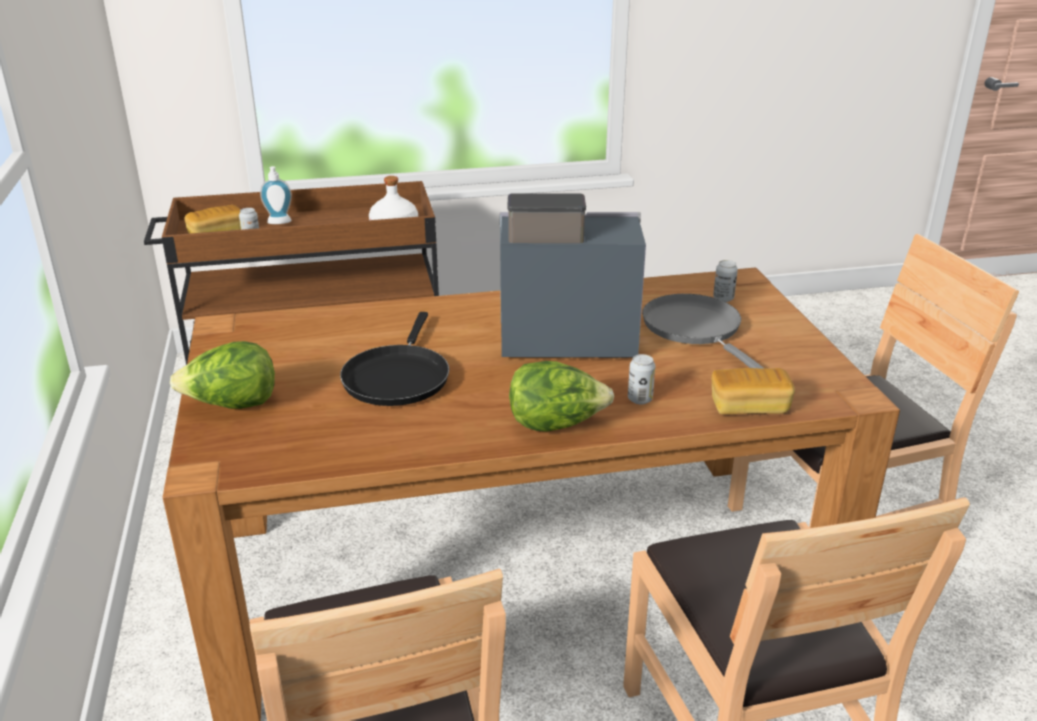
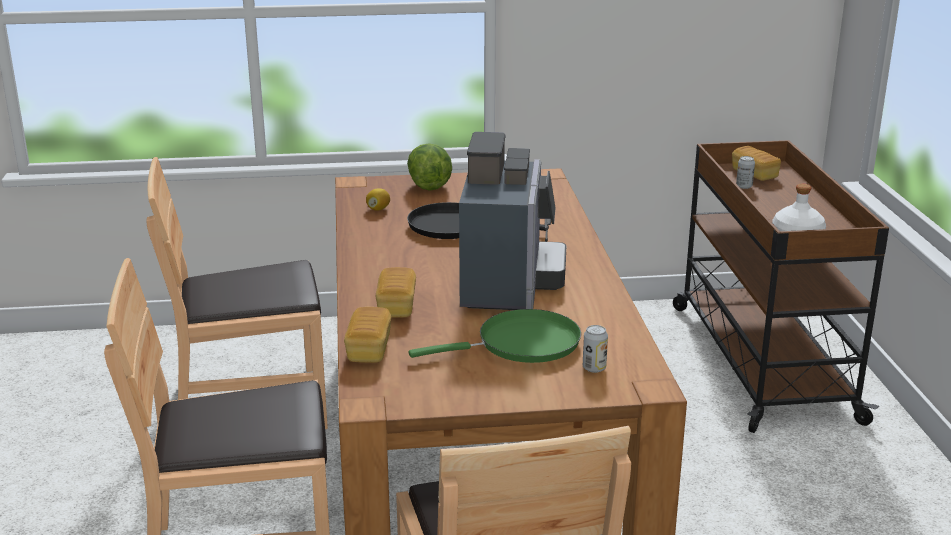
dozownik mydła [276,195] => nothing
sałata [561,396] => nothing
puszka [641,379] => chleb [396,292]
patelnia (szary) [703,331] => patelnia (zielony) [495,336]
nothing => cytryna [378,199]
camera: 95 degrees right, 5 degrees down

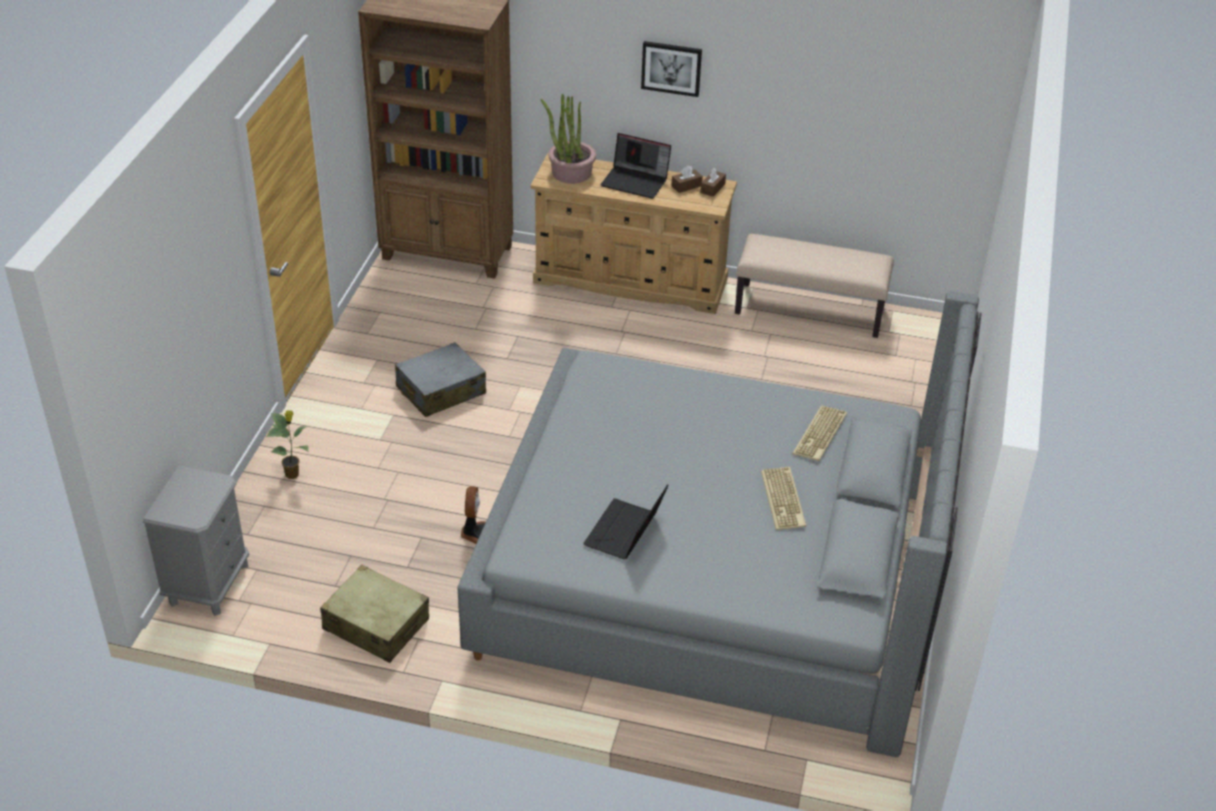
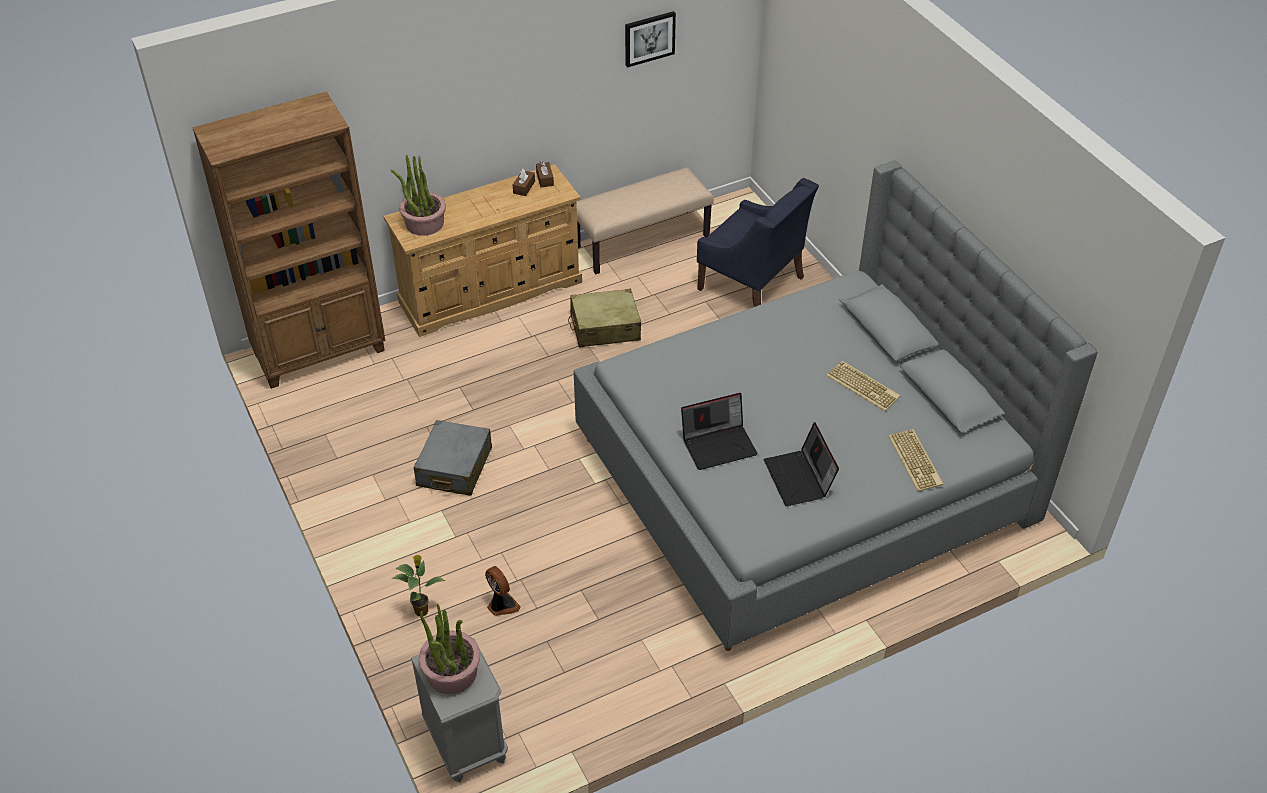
walizka (beżowy) [374,614] => walizka (beżowy) [604,318], relocated
wentylator [473,515] => wentylator [503,591], relocated
laptop [636,166] => laptop [719,431], relocated
obraz [671,69] => obraz [650,39], relocated
klawiatura [819,433] => klawiatura [915,460], relocated
nothing => roślina doniczkowa [449,649]
nothing => fotel (niebieski) [758,242]
camera: 40 degrees left, 5 degrees up

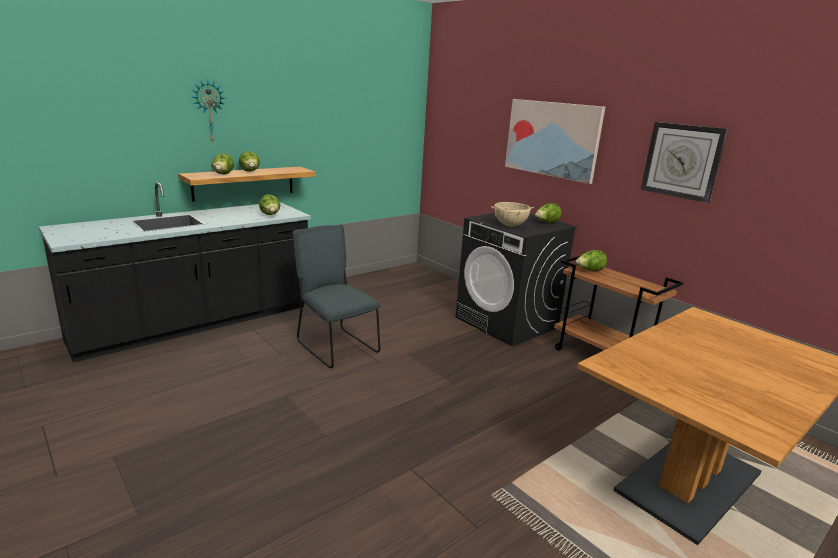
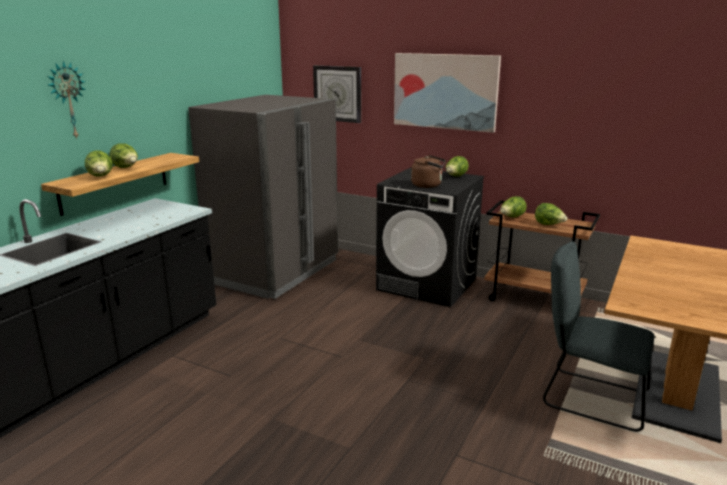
sałata [269,204] => sałata [551,214], relocated
krzesło (szary) [337,296] => krzesło (szary) [598,336], relocated
garnek (beżowy) [512,214] => czajnik (brązowy) [428,171]
zegar ścienny [684,162] => zegar ścienny [337,94], relocated
nothing => lodówka (szary) [263,197]
camera: 20 degrees left, 0 degrees up

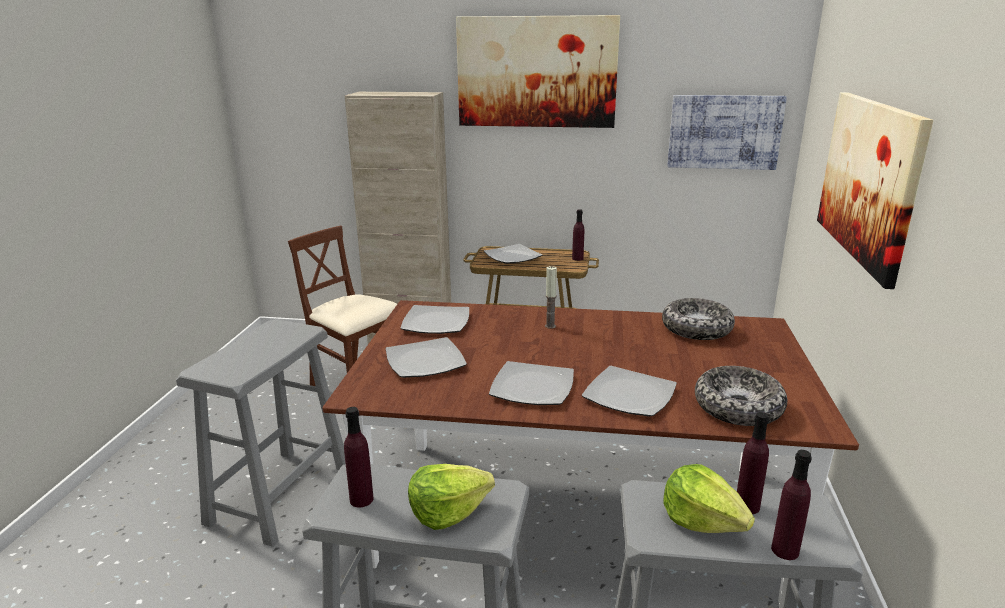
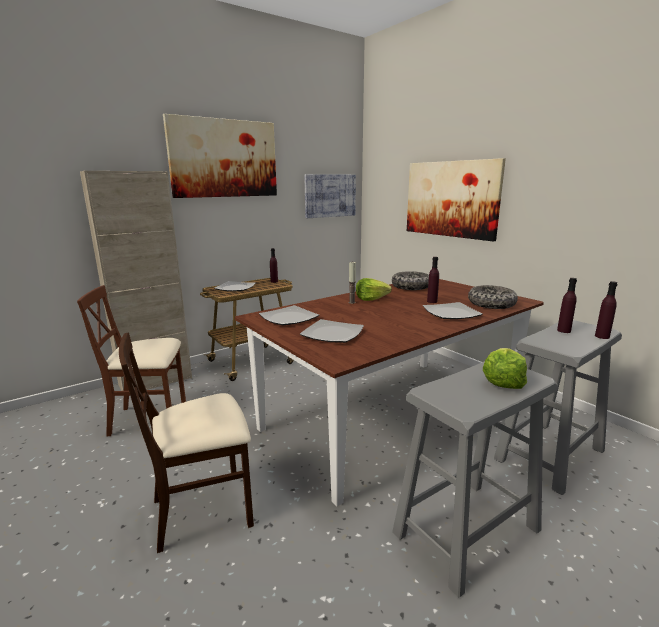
stołek (szary) [261,433] => krzesło (beżowy) [186,443]
butelka (fioletowy) [359,457] => butelka (fioletowy) [433,280], relocated
talerz [531,383] => nothing
sałata [709,498] => sałata [374,289], relocated
camera: 45 degrees left, 5 degrees down

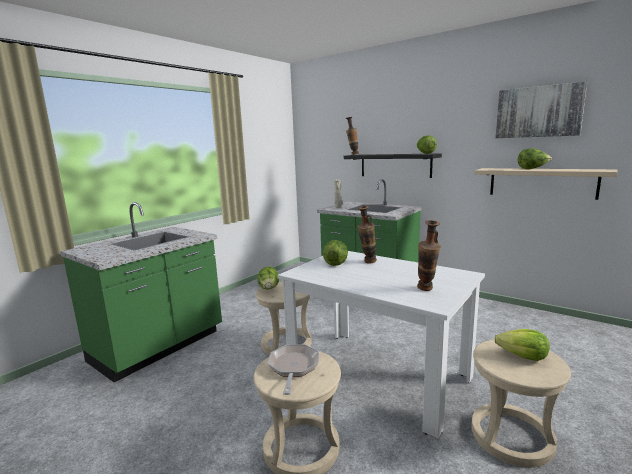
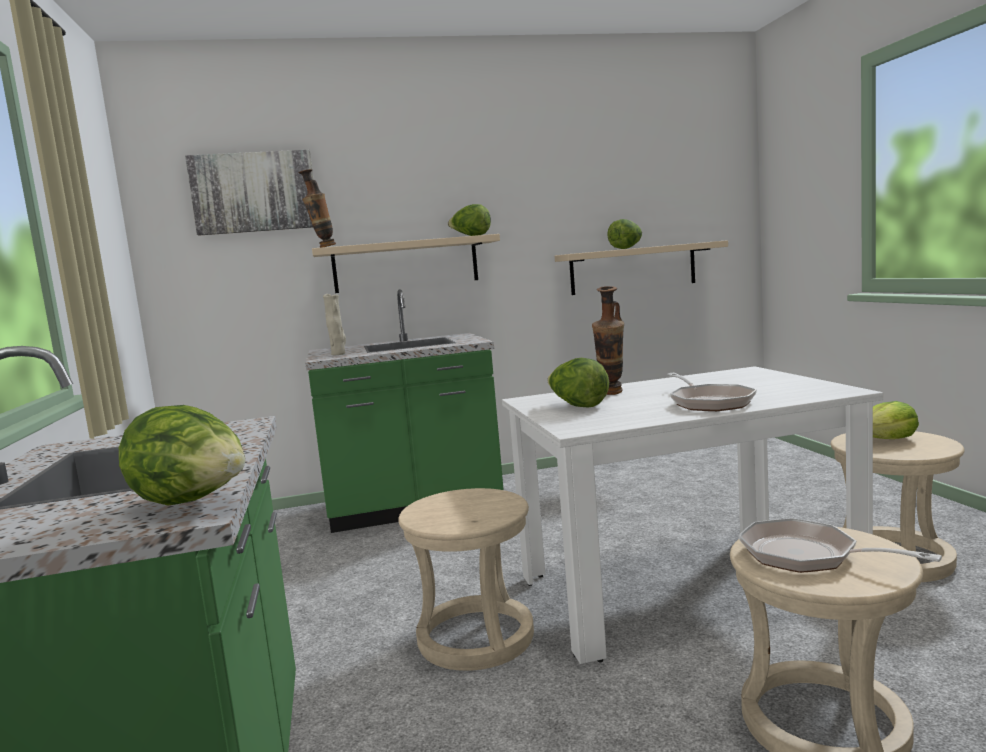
sałata [268,278] => sałata [182,455], relocated
półka (czarny) [393,165] => półka (beżowy) [406,263]
wazon [429,255] => nothing
obraz [541,109] => obraz [249,193], relocated
nothing => patelnia [712,392]
camera: 50 degrees left, 5 degrees down

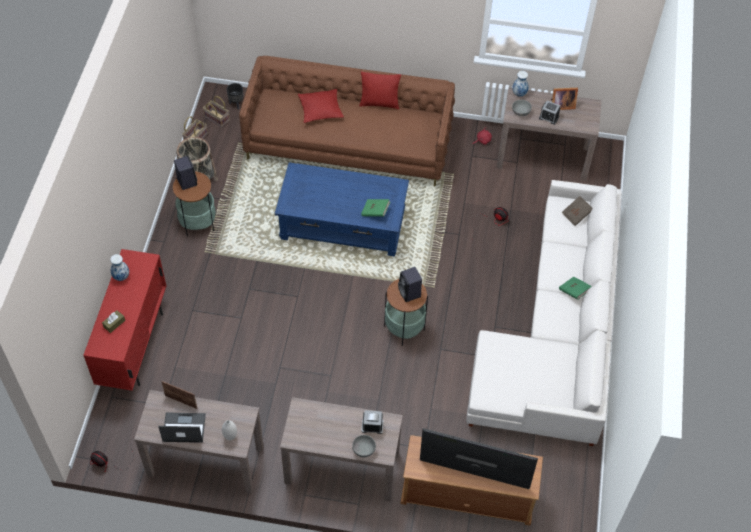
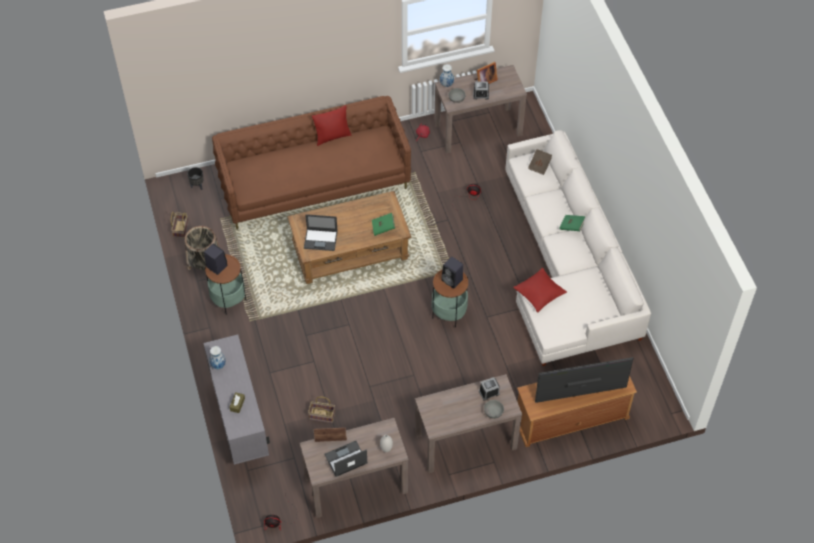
szafka (czerwony) [124,320] => szafka (szary) [236,400]
koszyk [216,111] => koszyk [321,409], relocated
ława (niebieski) [342,209] => ława (brązowy) [349,237]
poduszka (czerwony) [321,106] => poduszka (czerwony) [540,290], relocated
nothing => laptop [321,232]
camera: 25 degrees left, 0 degrees up

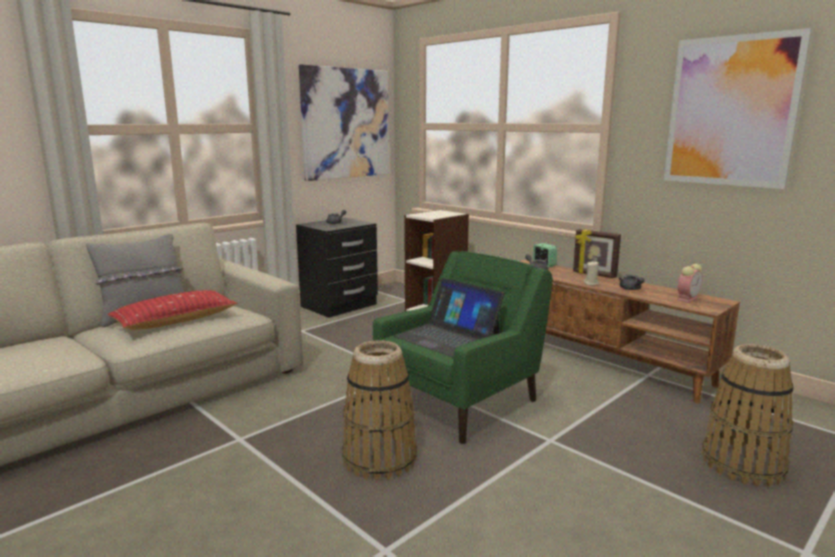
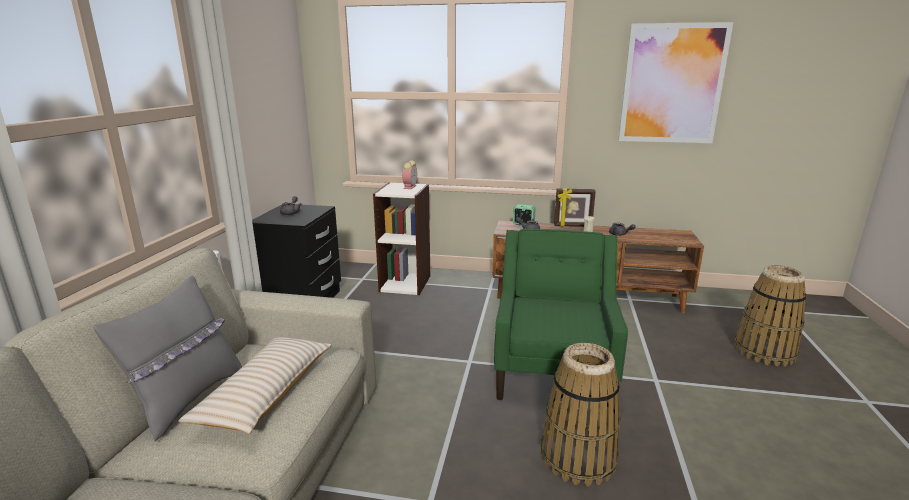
poduszka (czerwony) [172,310] => poduszka (beżowy) [255,385]
obraz [344,122] => nothing
laptop [449,318] => nothing
budzik [690,283] => budzik [409,174], relocated
camera: 35 degrees left, 5 degrees up

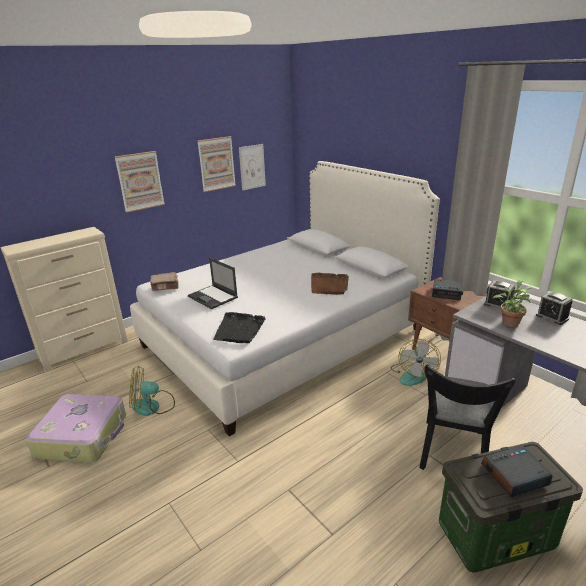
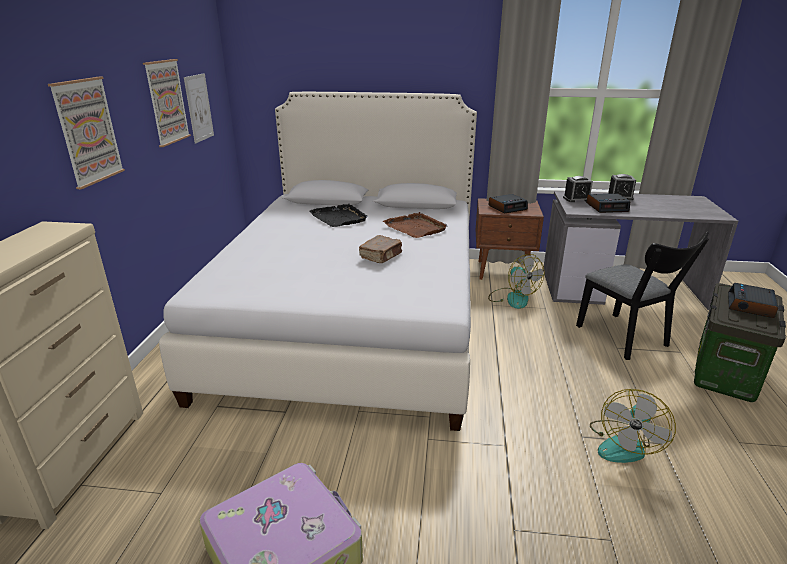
wentylator [152,391] => wentylator [633,426], relocated
książka (brązowy) [164,281] => książka (brązowy) [380,249], relocated
laptop [213,283] => nothing
taca (czarny) [239,327] => taca (czarny) [338,215], relocated
roślina doniczkowa [512,303] => budzik [608,203]
camera: 45 degrees left, 0 degrees up

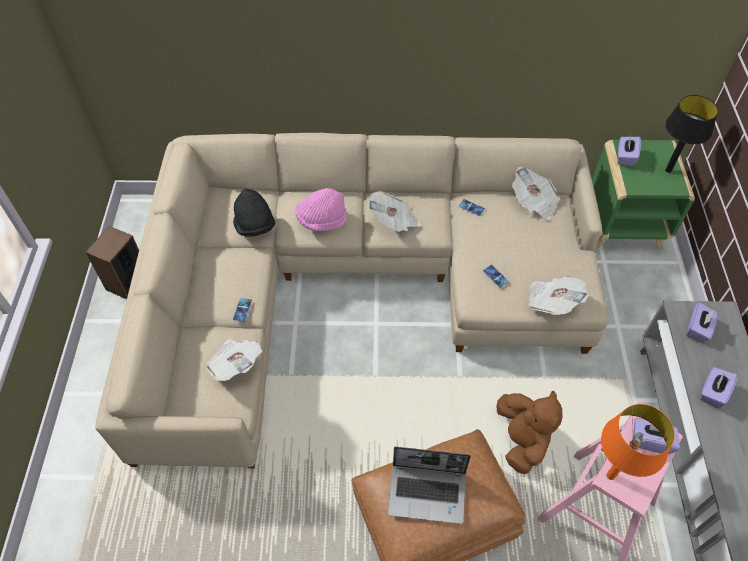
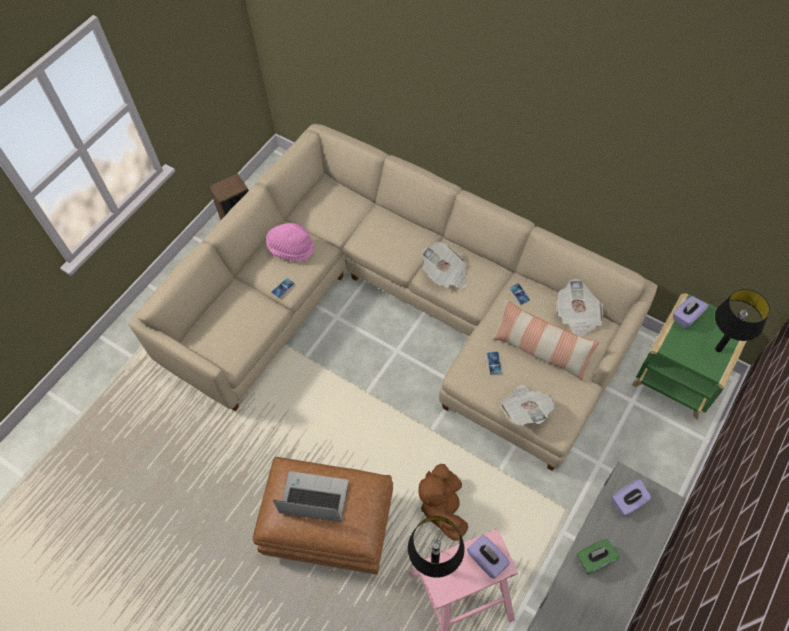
gazeta [233,360] => nothing
kapelusz (czarny) [254,213] => nothing
kapelusz (różowy) [321,209] => kapelusz (różowy) [290,242], relocated
laptop [429,485] => laptop [311,496], 150 degrees clockwise
pluszak (brązowy) [529,432] => pluszak (brązowy) [443,502], 150 degrees clockwise
lampa stołowa (pomarańczowy) [638,442] => lampa stołowa (czarny) [436,547]
pudełko chusteczek (fioletowy) [719,387] => pudełko chusteczek (zielony) [598,557]
nothing => poduszka [545,340]
camera: 35 degrees right, 5 degrees up

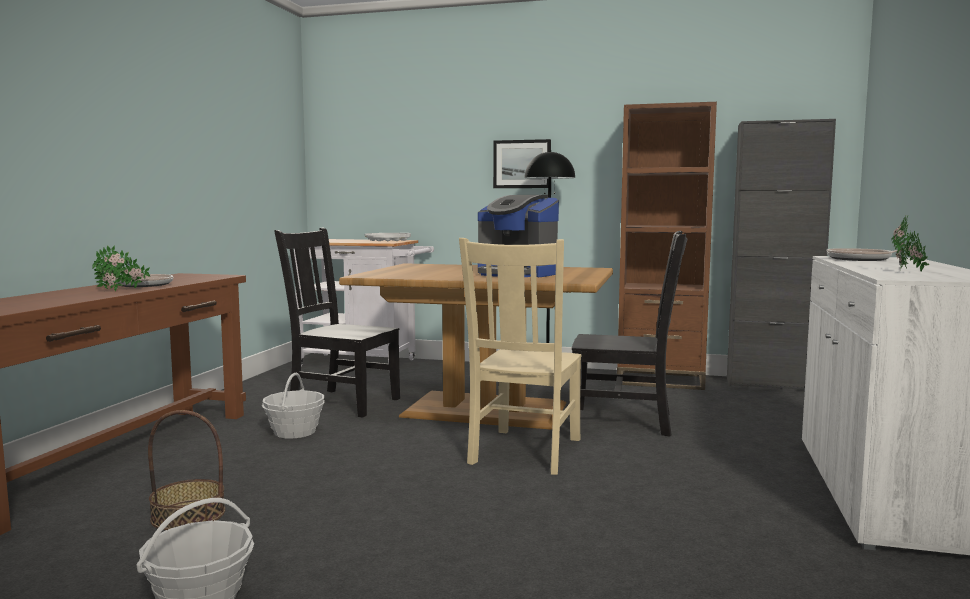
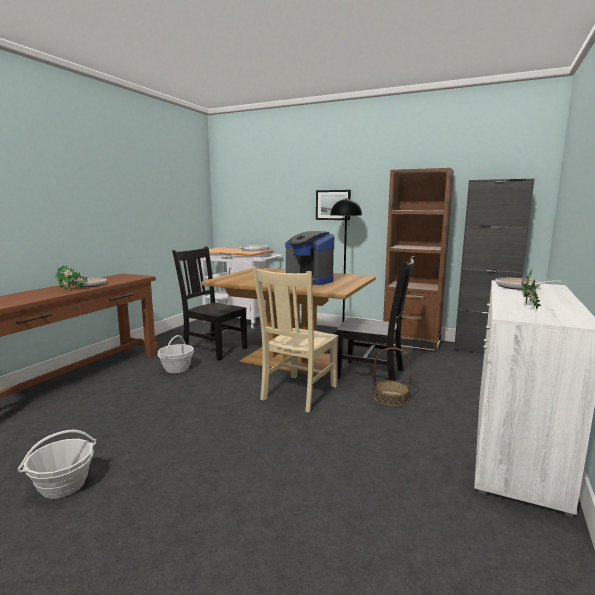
koszyk [186,470] => koszyk [393,377], relocated
camera: 10 degrees right, 5 degrees up

